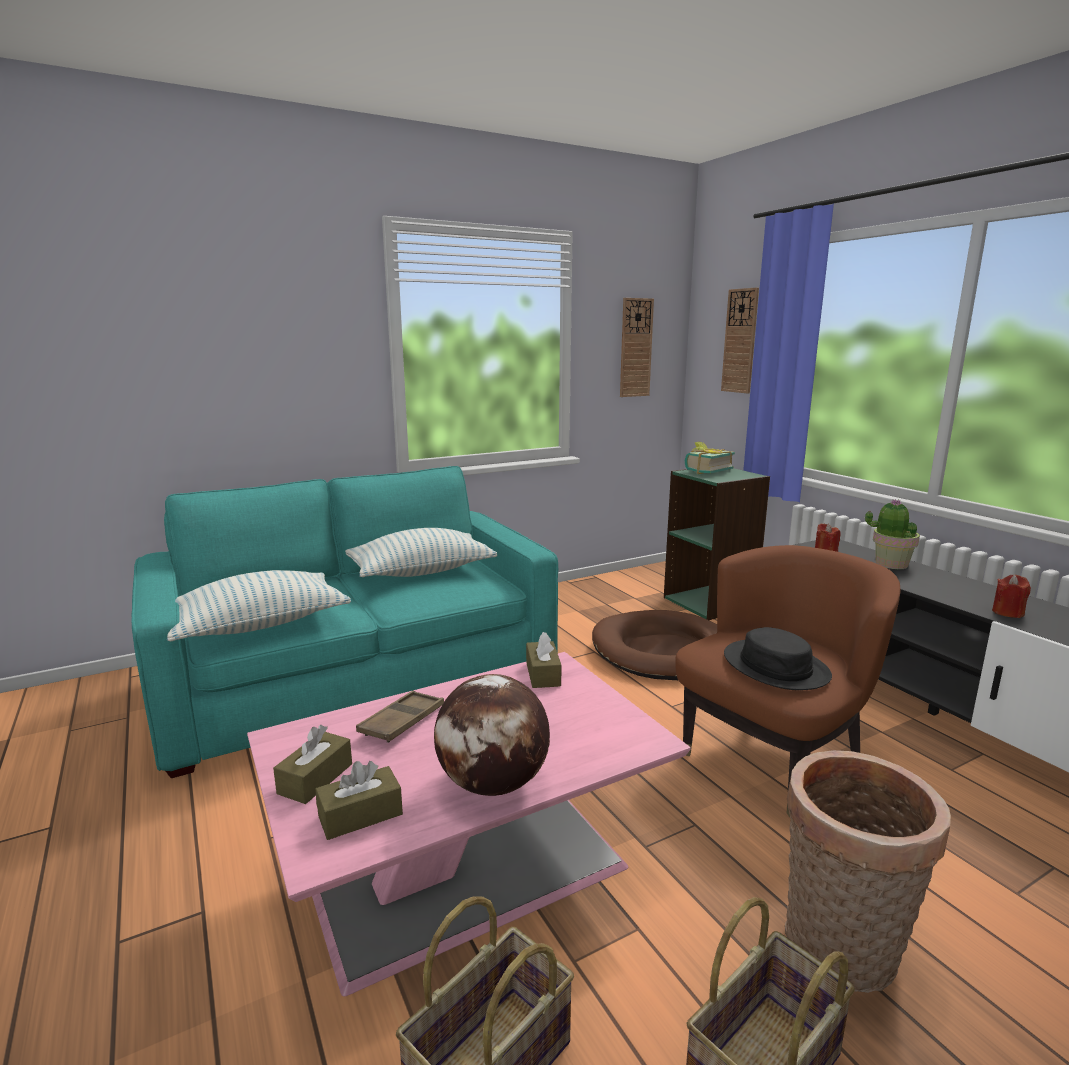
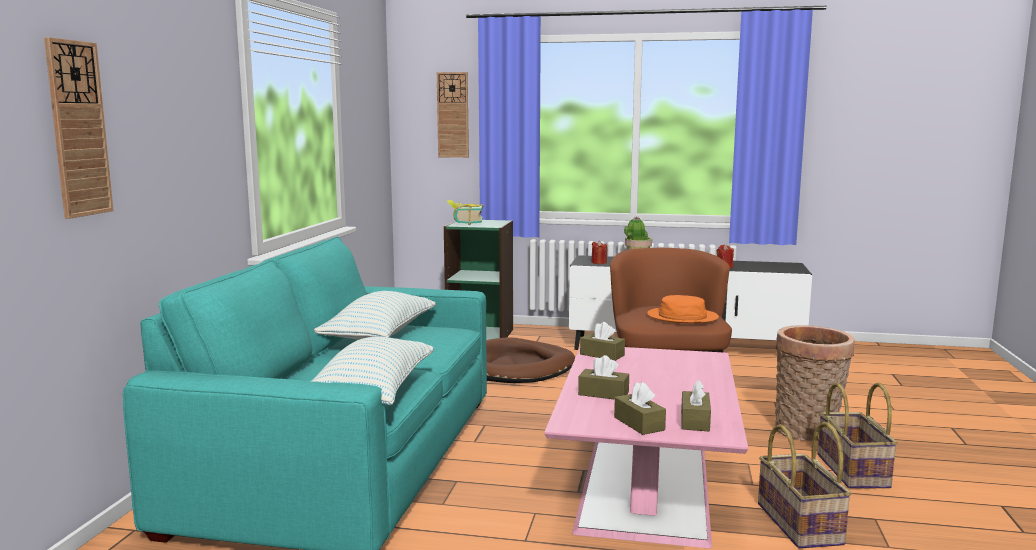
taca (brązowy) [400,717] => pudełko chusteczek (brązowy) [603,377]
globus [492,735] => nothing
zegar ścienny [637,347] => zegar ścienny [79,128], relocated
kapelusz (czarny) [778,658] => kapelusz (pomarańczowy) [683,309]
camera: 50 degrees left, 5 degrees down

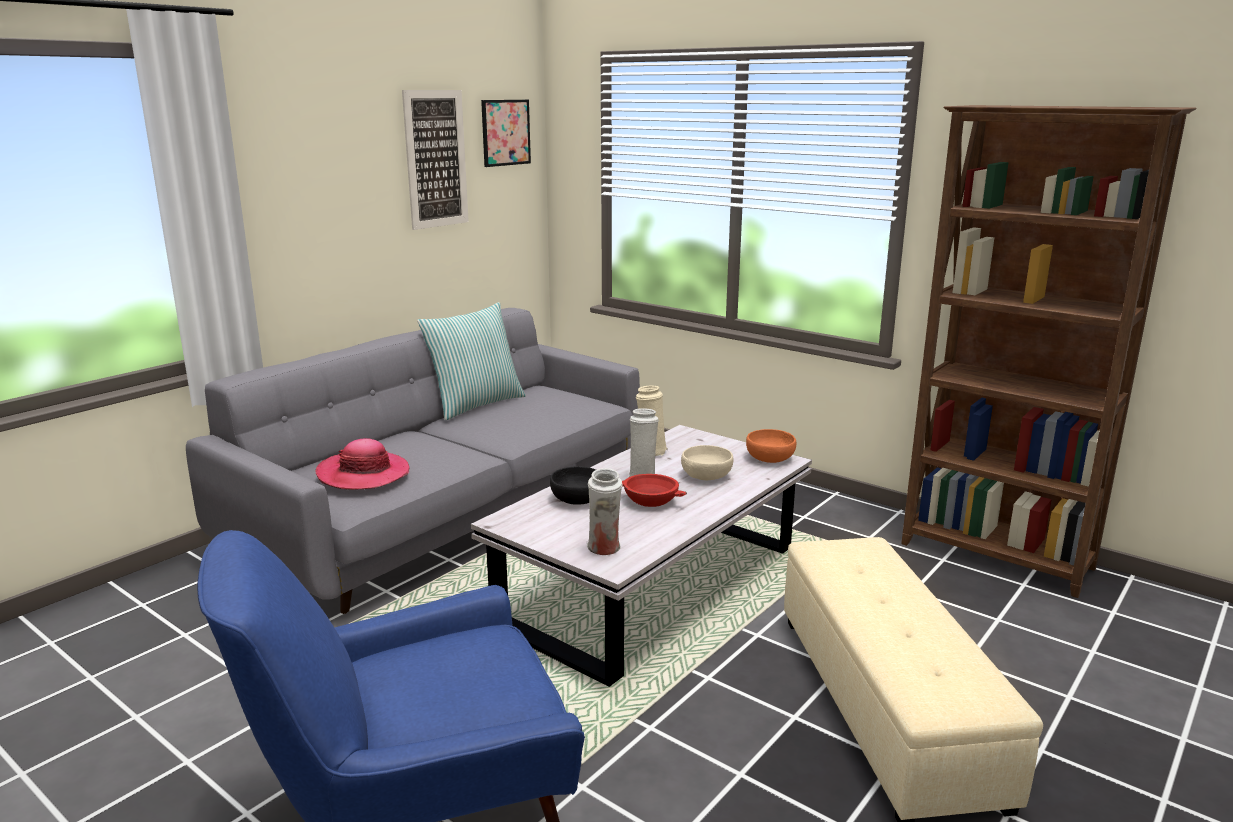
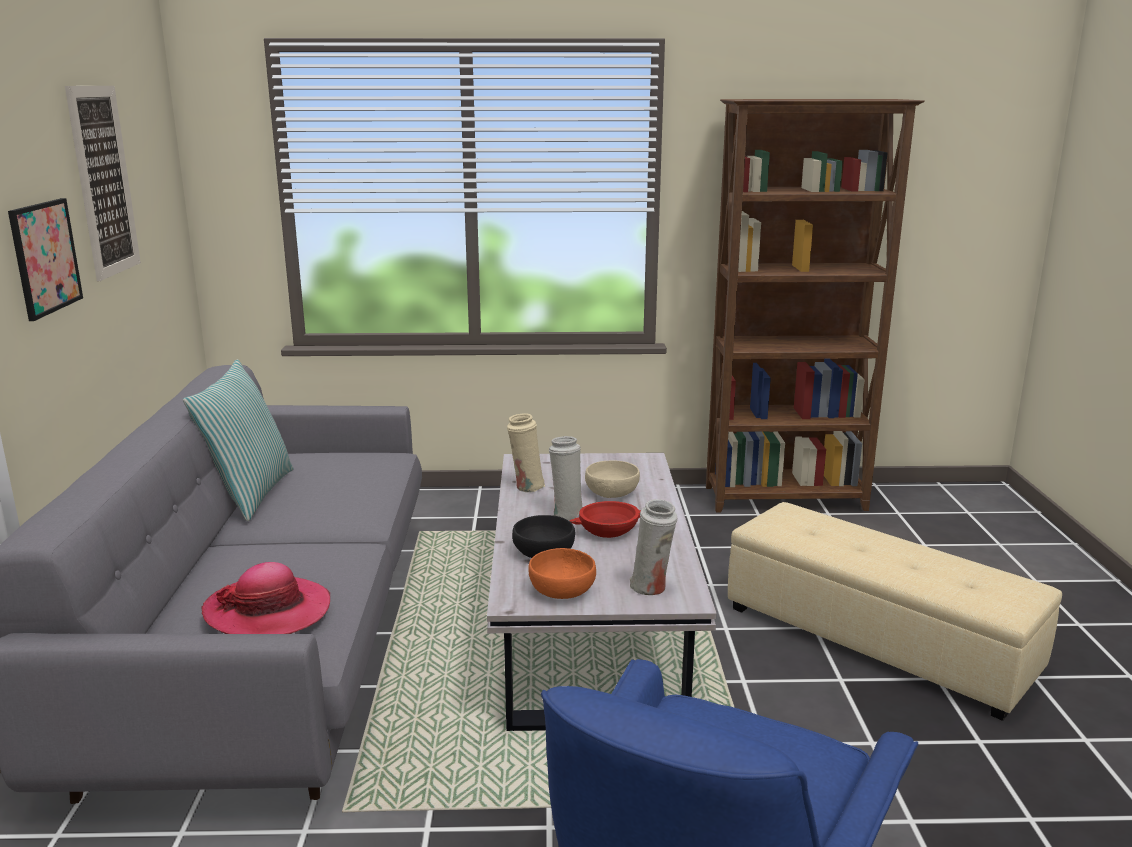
obraz [506,133] => obraz [45,259], relocated
miska (pomarańczowy) [771,446] => miska (pomarańczowy) [562,573], relocated
camera: 40 degrees left, 0 degrees up

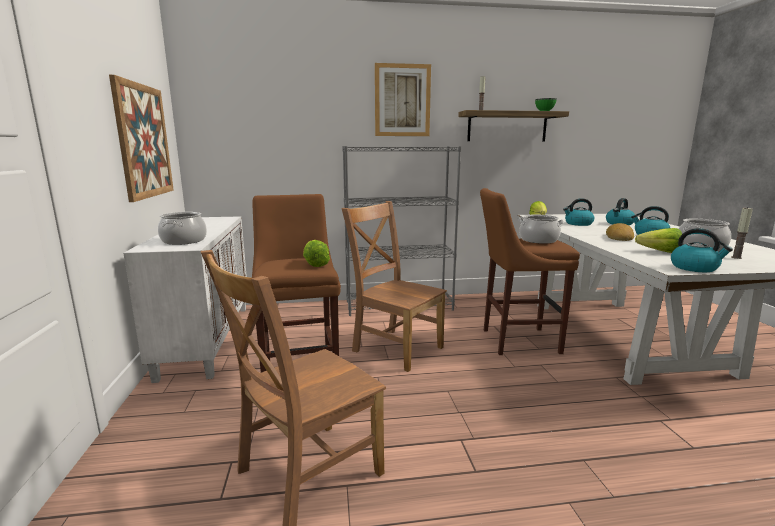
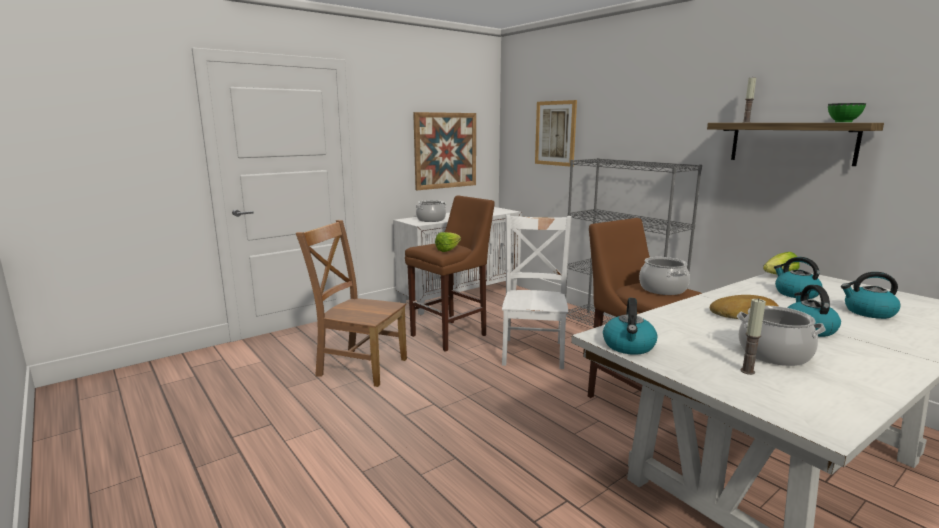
krzesło (brązowy) [394,286] => krzesło (biały) [537,291]
obraz [403,99] => obraz [556,133], relocated
sałata [658,240] => nothing
camera: 60 degrees right, 0 degrees up

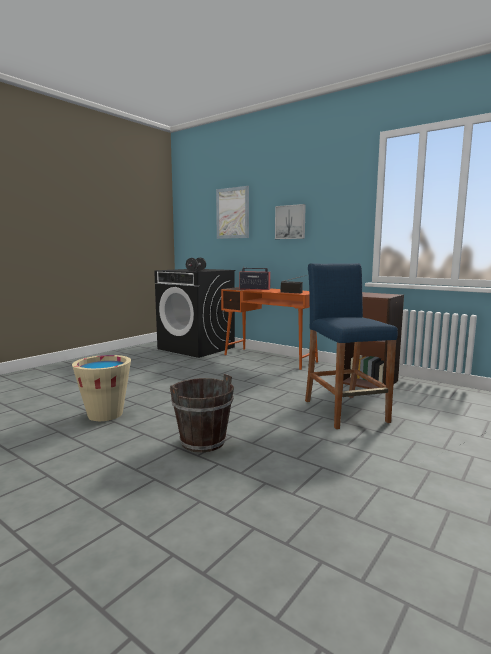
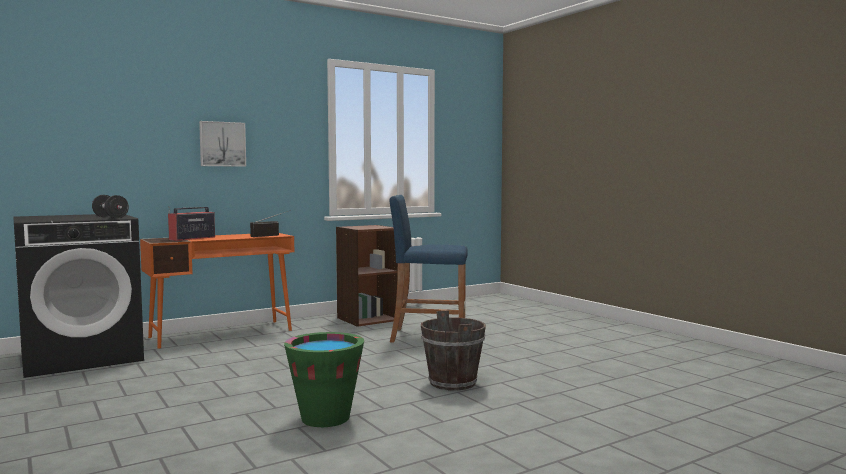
wiadro (beżowy) [101,388] => wiadro (zielony) [324,379]
obraz [232,212] => nothing
camera: 70 degrees left, 5 degrees down

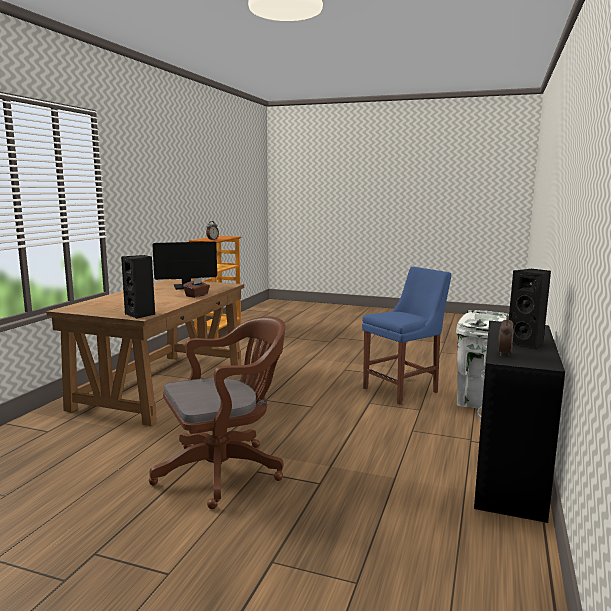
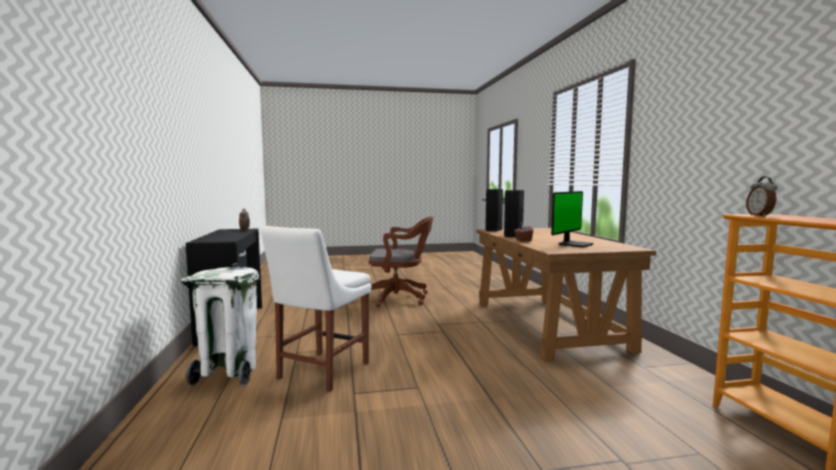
krzesło biurowe (brązowy) [217,413] => krzesło biurowe (brązowy) [401,261], 120 degrees counterclockwise
krzesło (niebieski) [406,335] => krzesło (biały) [316,309]
głośnik (czarny) [530,308] => głośnik (czarny) [514,213], relocated
camera: 150 degrees right, 5 degrees down

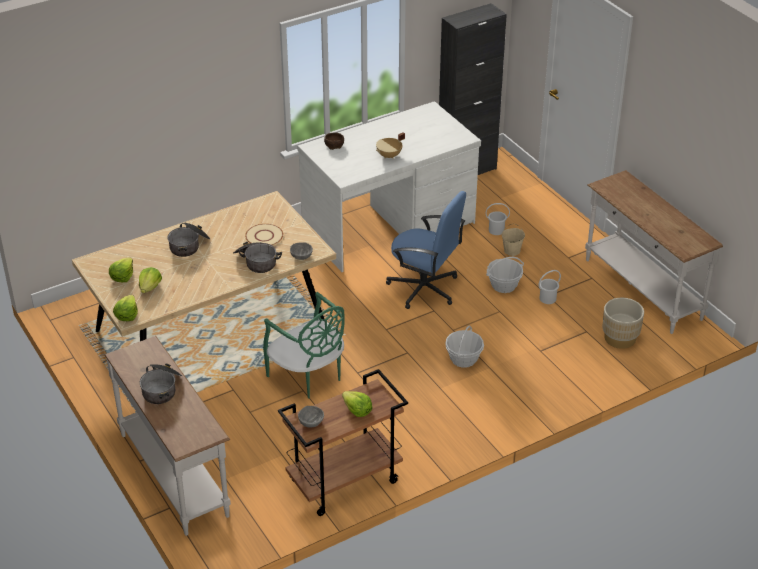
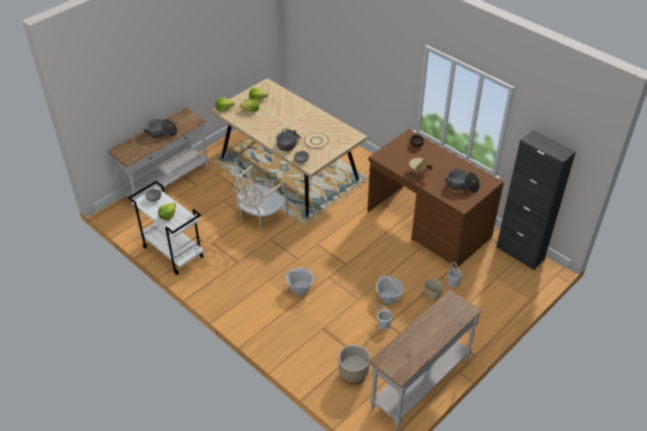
garnek [188,240] => garnek [462,181], relocated
krzesło (zielony) [304,345] => krzesło (beżowy) [260,199]
wózek (brązowy) [343,442] => wózek (biały) [166,228]
biurko (biały) [389,186] => biurko (brązowy) [435,199]
krzesło biurowe (niebieski) [426,250] => nothing
camera: 75 degrees right, 5 degrees up

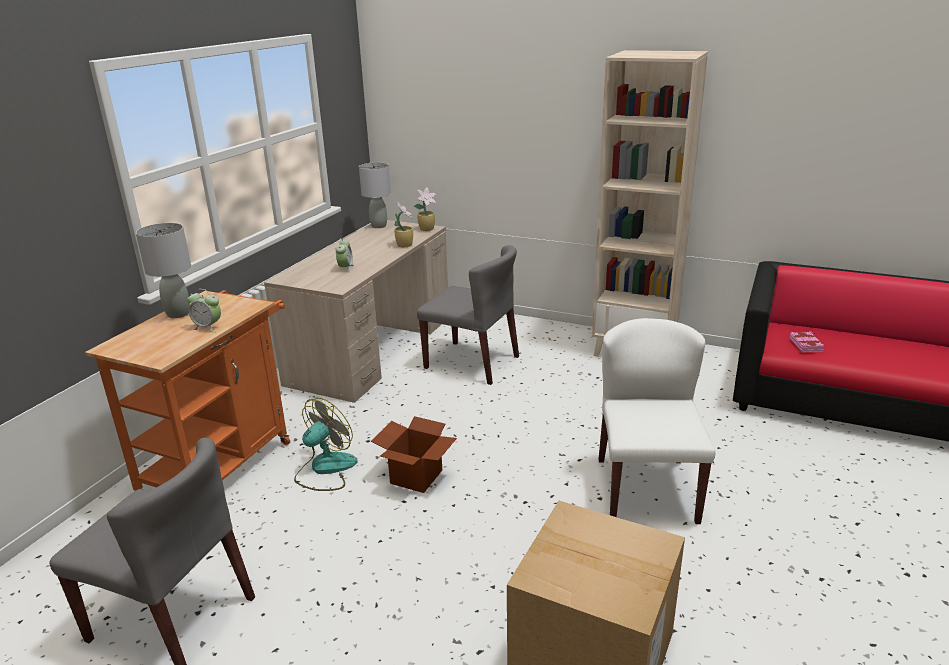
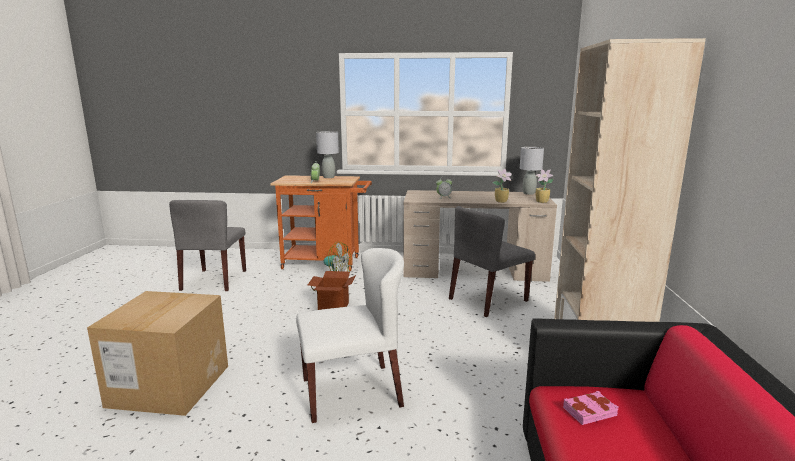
krzesło (szary) [468,315] => krzesło (szary) [492,261], 45 degrees clockwise
camera: 70 degrees right, 10 degrees down

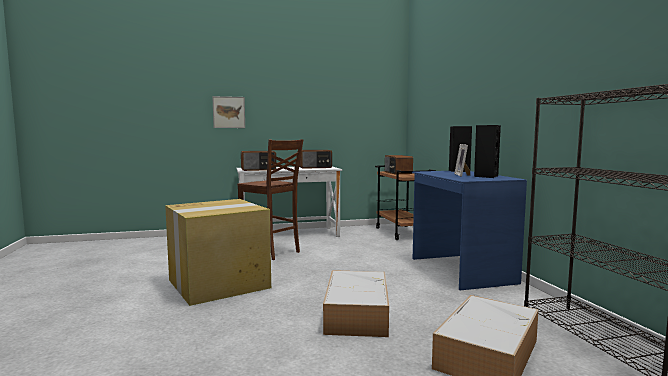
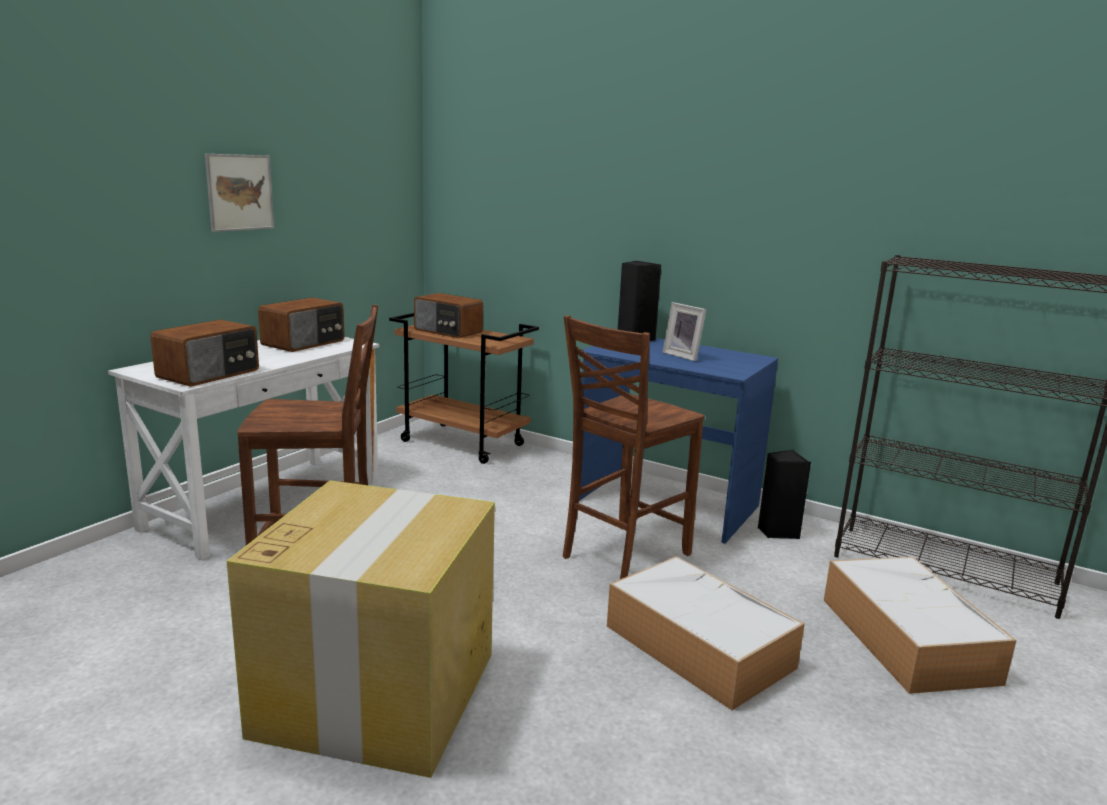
obraz [228,112] => obraz [239,193], relocated
głośnik (czarny) [487,151] => głośnik (czarny) [784,494], relocated
nothing => krzesło (brązowy) [634,447]
camera: 45 degrees left, 10 degrees up

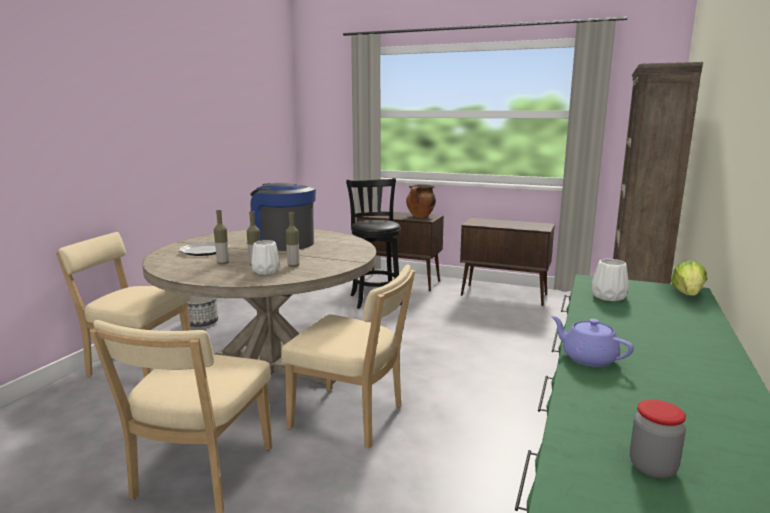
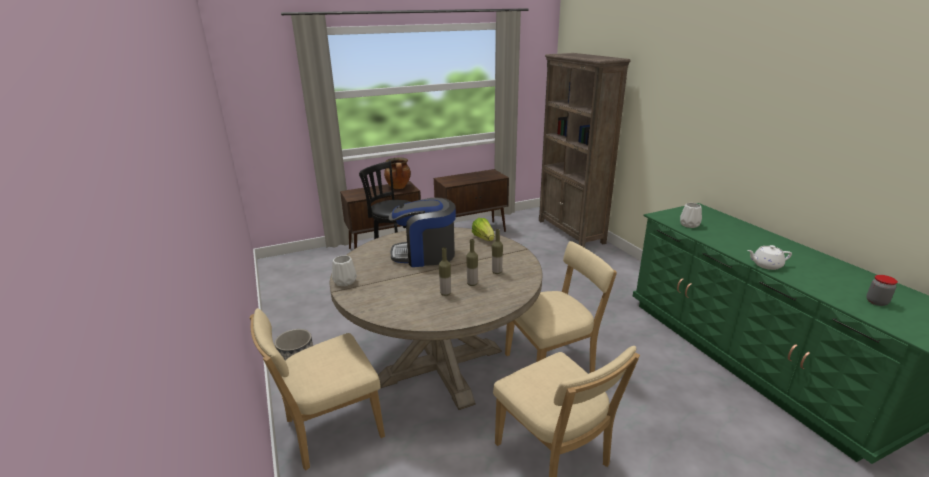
talerz [204,249] => nothing
wazon (biały) [265,257] => wazon (biały) [344,270], relocated
imbryk (fioletowy) [592,341] => imbryk (biały) [769,257]
sałata [689,278] => sałata [483,229], relocated
camera: 45 degrees left, 10 degrees up

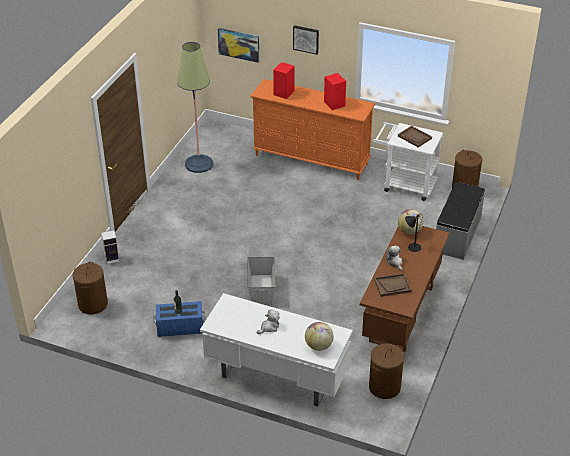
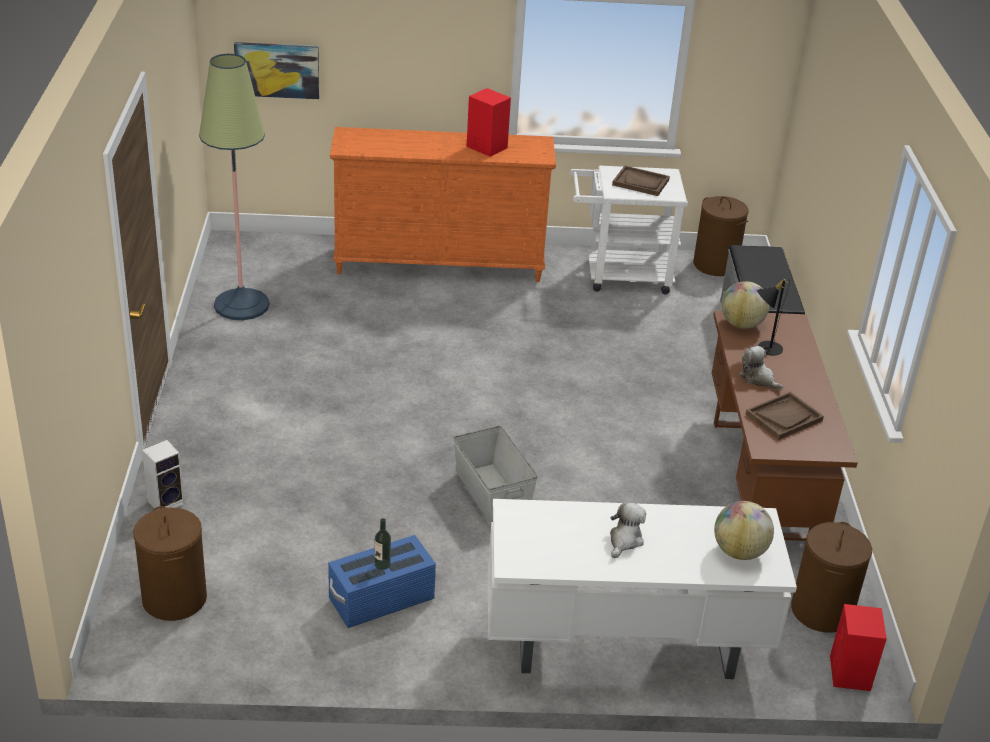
głośnik (czerwony) [284,80] => głośnik (czerwony) [858,647], relocated
obraz [306,40] => nothing
camera: 25 degrees left, 5 degrees down

